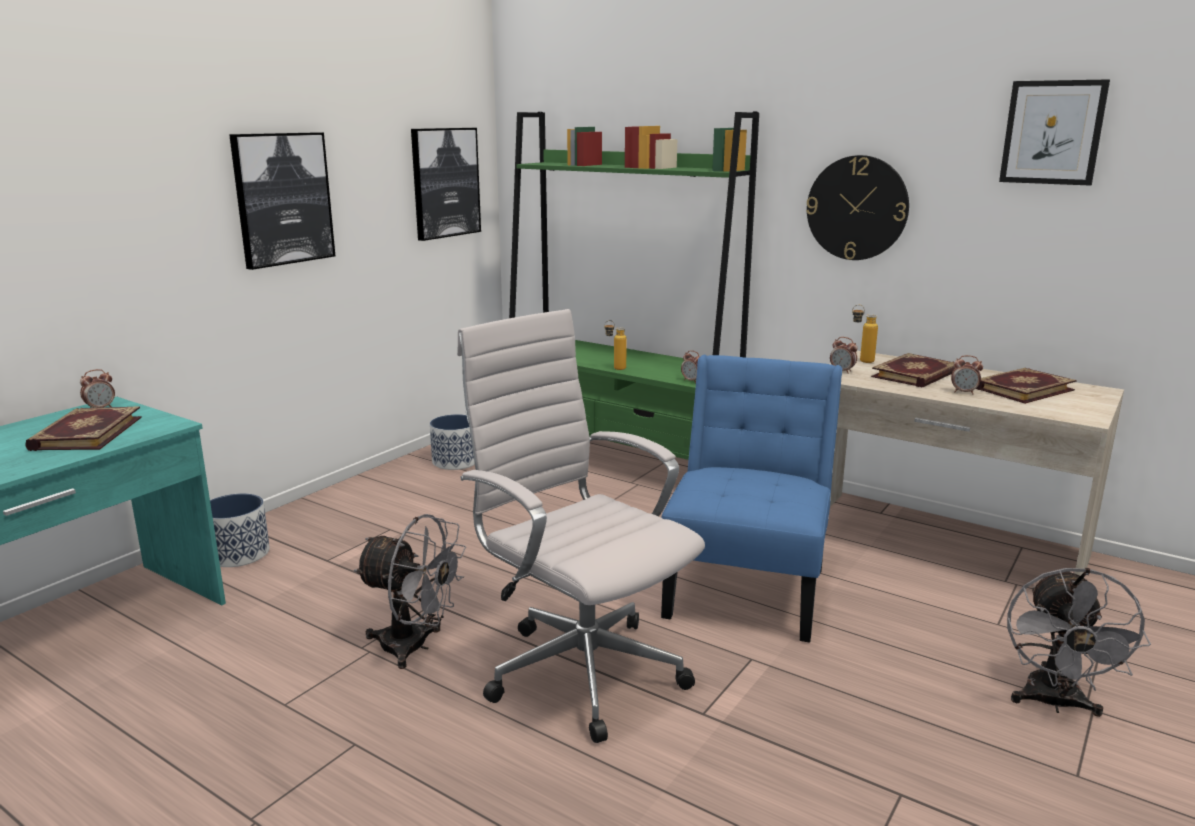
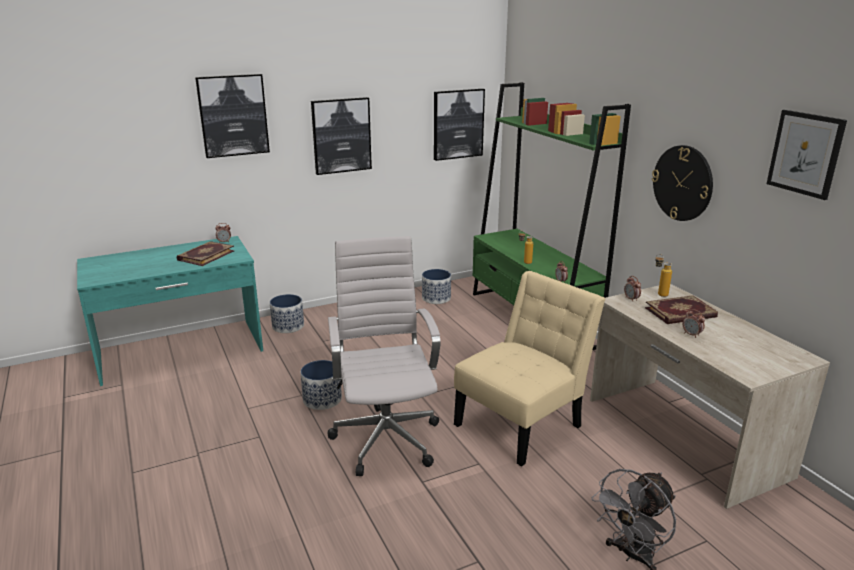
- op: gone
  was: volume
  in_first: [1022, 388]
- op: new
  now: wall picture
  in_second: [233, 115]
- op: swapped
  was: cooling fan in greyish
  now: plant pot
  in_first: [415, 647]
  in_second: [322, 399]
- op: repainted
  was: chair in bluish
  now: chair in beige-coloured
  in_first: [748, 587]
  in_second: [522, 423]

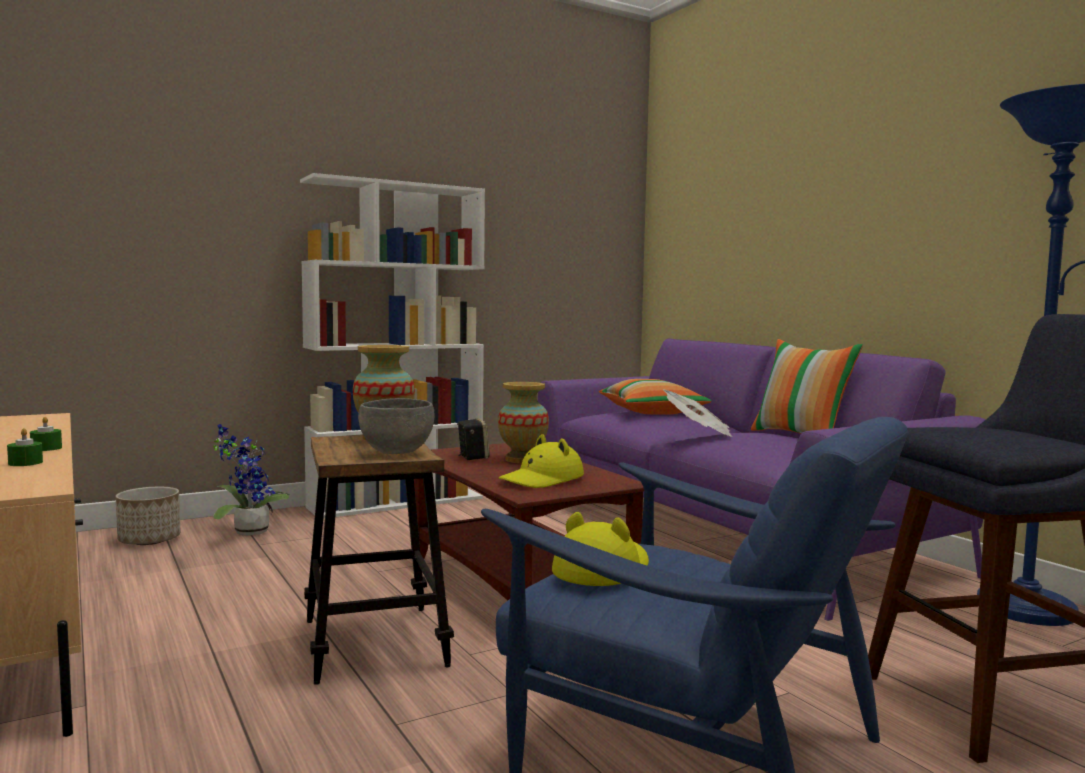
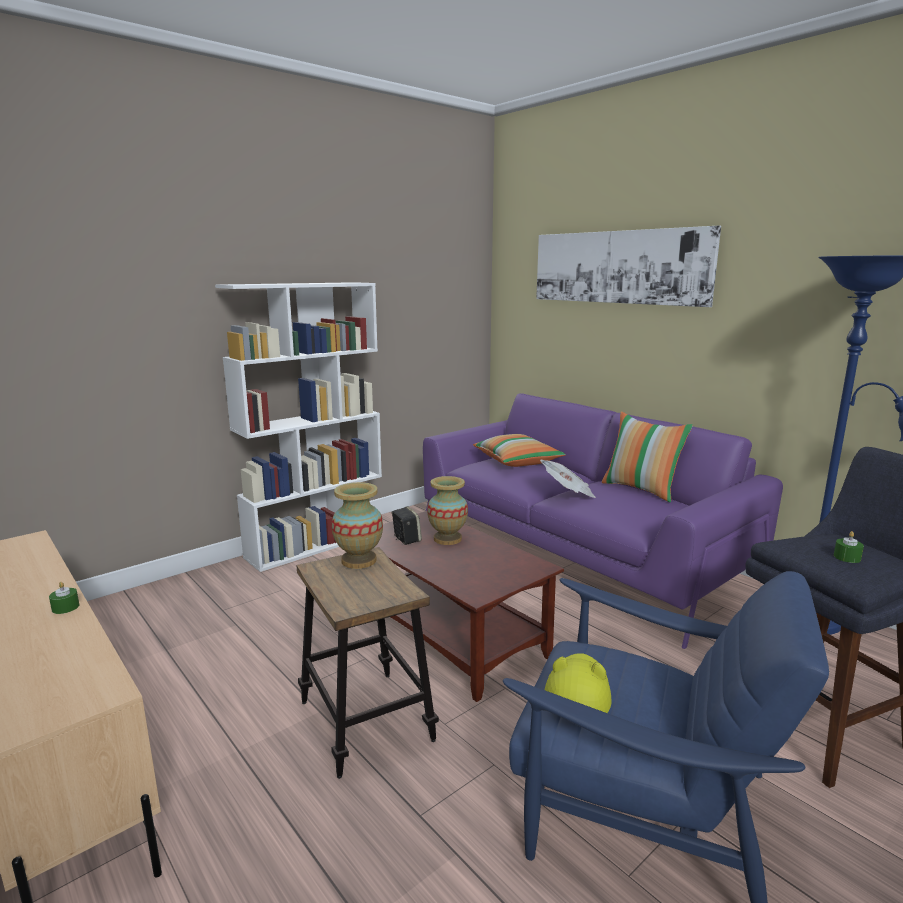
- op: gone
  was: plant pot
  in_first: [149, 540]
- op: gone
  was: potted plant
  in_first: [247, 531]
- op: gone
  was: serving bowl in greyish
  in_first: [396, 452]
- op: gone
  was: wearable hat in yellow-coloured
  in_first: [542, 480]
- op: new
  now: wall picture
  in_second: [618, 267]
- op: shifted
  was: candle in green-coloured
  in_first: [25, 463]
  in_second: [847, 557]

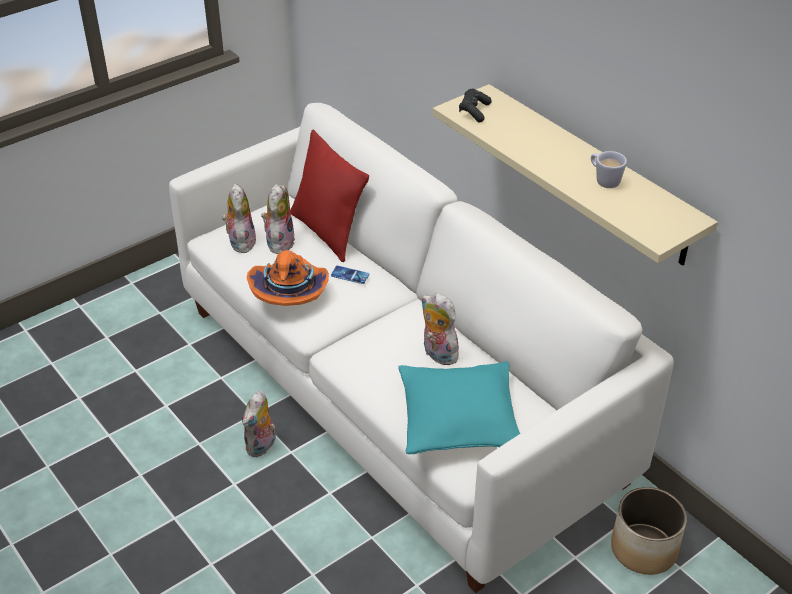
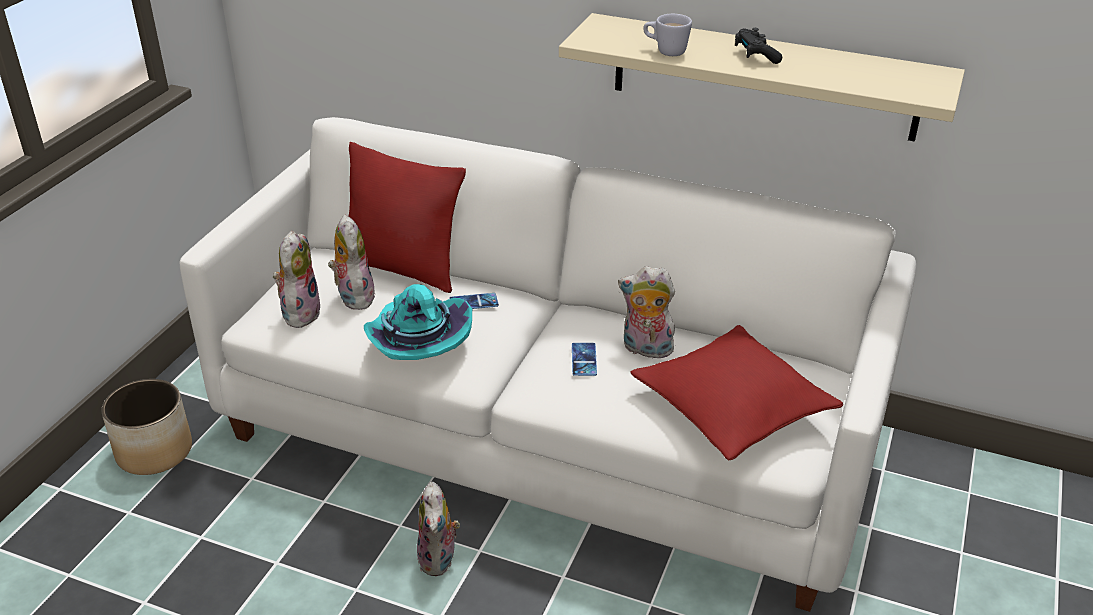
- op: new
  now: handset
  in_second: [584, 359]
- op: shifted
  was: game controller in blackish
  in_first: [474, 111]
  in_second: [755, 56]
- op: shifted
  was: mug in whitish
  in_first: [604, 180]
  in_second: [665, 51]
- op: shifted
  was: plant pot
  in_first: [644, 548]
  in_second: [154, 451]
- op: repainted
  was: wearable hat in orangey
  now: wearable hat in blue-green
  in_first: [290, 290]
  in_second: [416, 341]
- op: repainted
  was: cushion in blue-green
  now: cushion in reddish
  in_first: [458, 419]
  in_second: [732, 406]
- op: rotated
  was: cuddly toy
  in_first: [240, 242]
  in_second: [300, 312]
  clockwise: 45

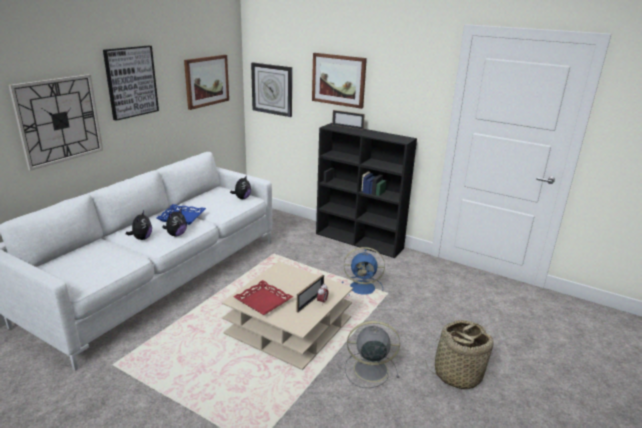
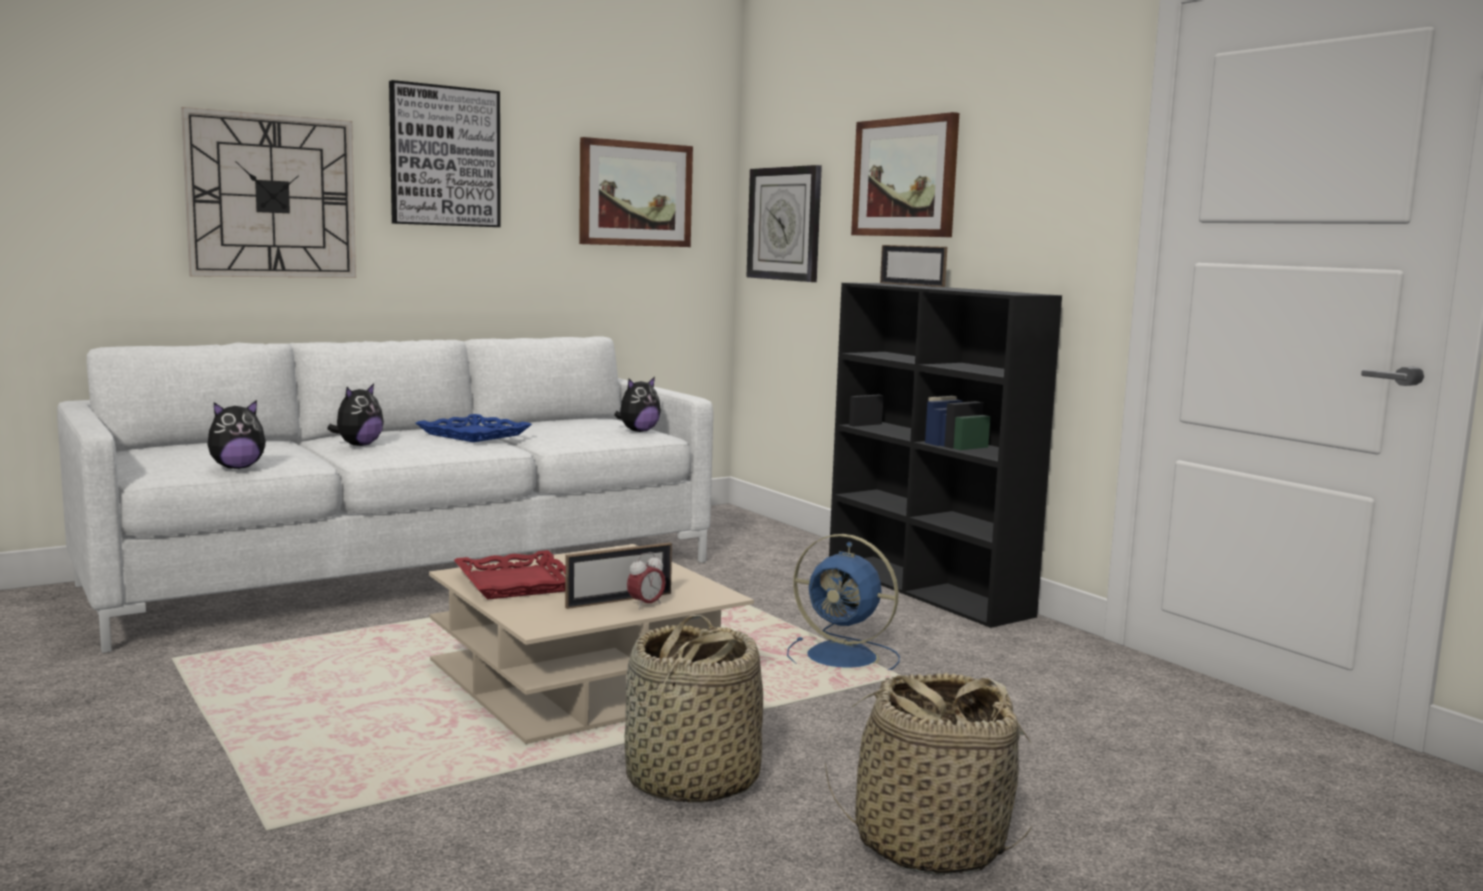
- op: shifted
  was: cuddly toy
  in_first: [176, 235]
  in_second: [237, 468]
- op: swapped
  was: cooling fan in greyish
  now: household basket
  in_first: [369, 369]
  in_second: [690, 781]

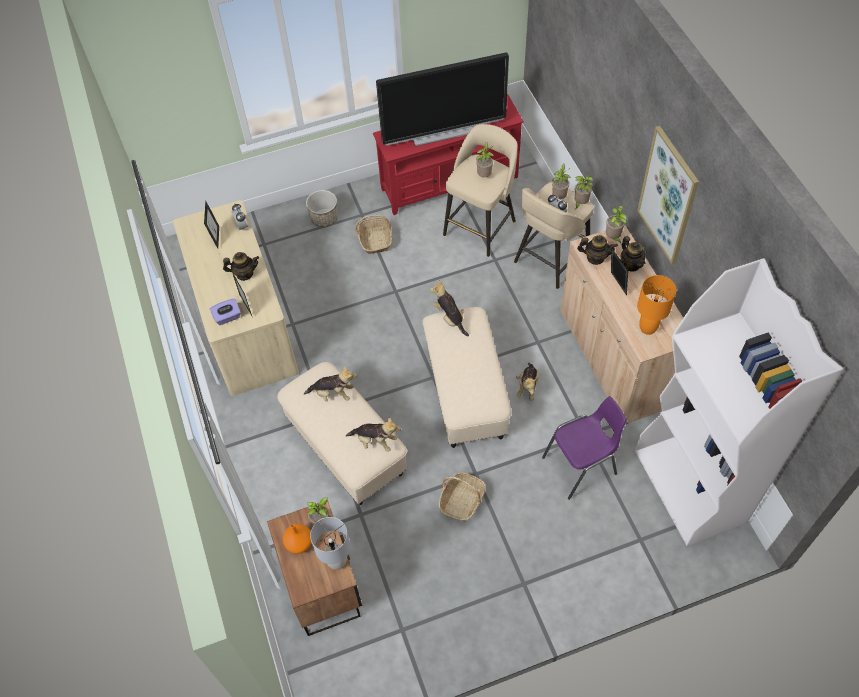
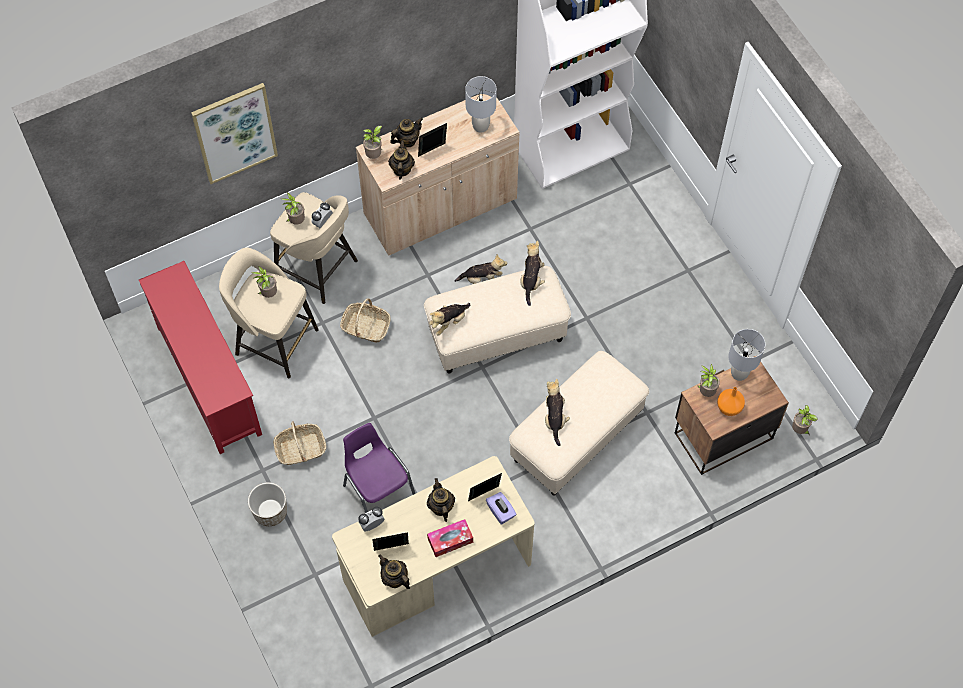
- op: gone
  was: TV
  in_first: [443, 132]
- op: new
  now: tea pot
  in_second: [394, 579]
- op: new
  now: tissue holder
  in_second: [450, 540]
- op: shifted
  was: cuddly toy
  in_first: [375, 441]
  in_second: [531, 280]
- op: shifted
  was: household basket
  in_first: [462, 500]
  in_second: [365, 327]
- op: shifted
  was: chair in purple-coloured
  in_first: [581, 466]
  in_second: [379, 493]
- op: shifted
  was: potted plant
  in_first: [580, 203]
  in_second: [800, 430]
- op: shifted
  was: wall picture
  in_first: [668, 196]
  in_second: [234, 132]
- op: repainted
  was: lamp for a table in orangey
  now: lamp for a table in greyish
  in_first: [647, 328]
  in_second: [481, 126]

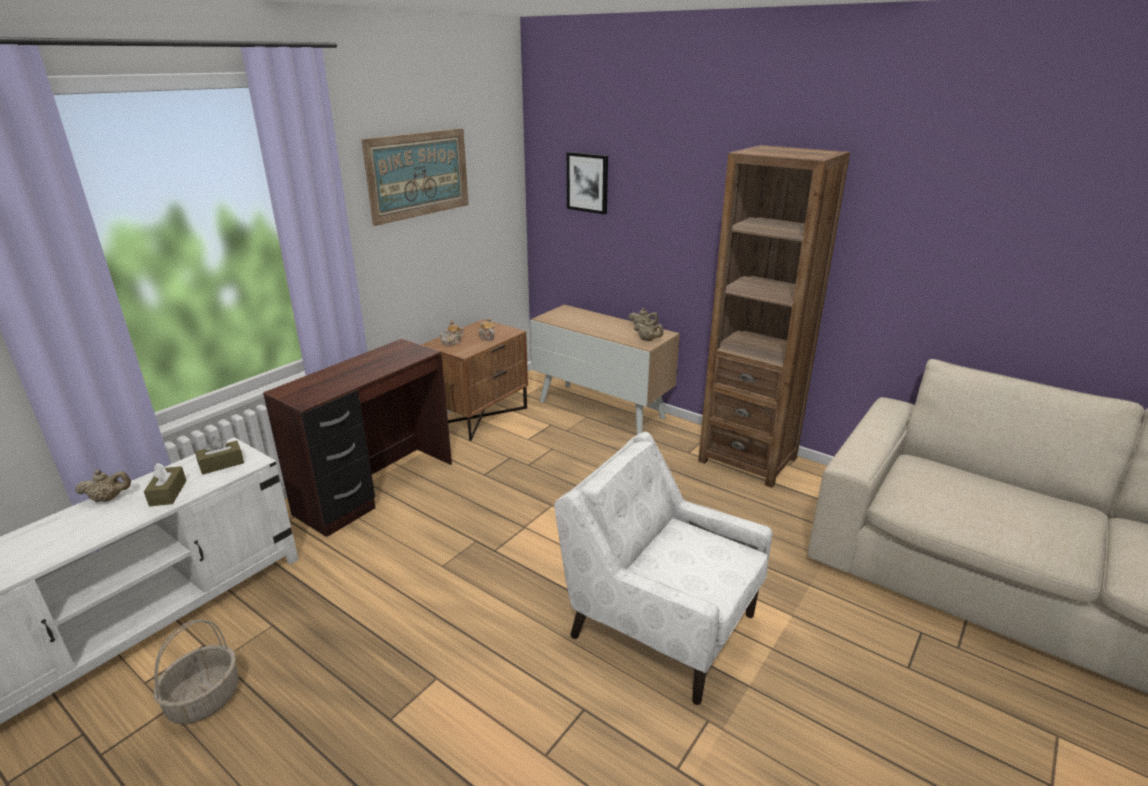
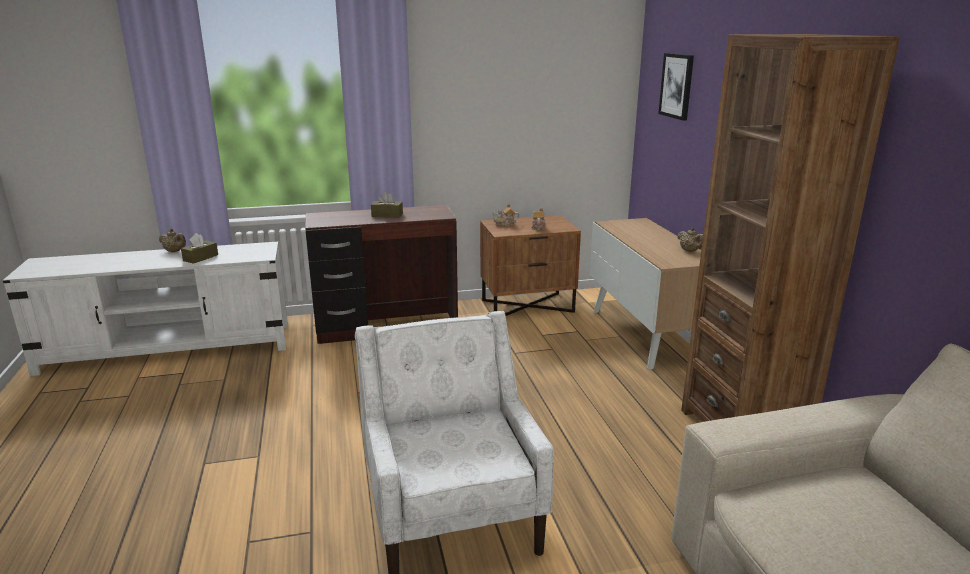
- op: gone
  was: household basket
  in_first: [205, 698]
- op: gone
  was: wall picture
  in_first: [418, 174]
- op: gone
  was: tea pot in beige-coloured
  in_first: [648, 340]
- op: shifted
  was: tissue holder in brownish
  in_first: [221, 464]
  in_second: [387, 215]

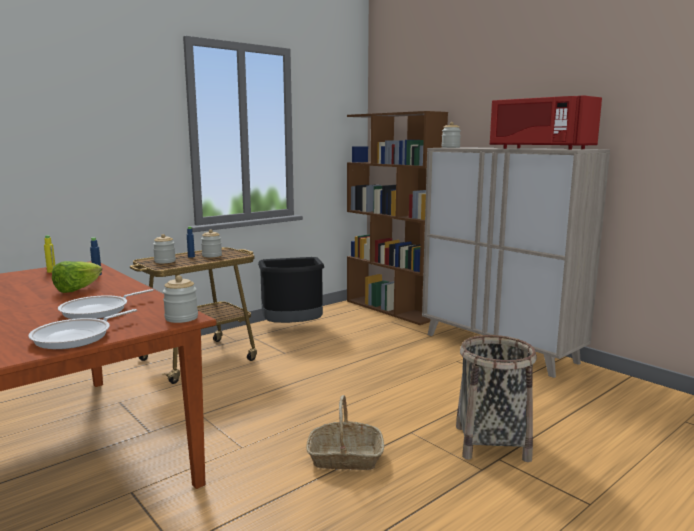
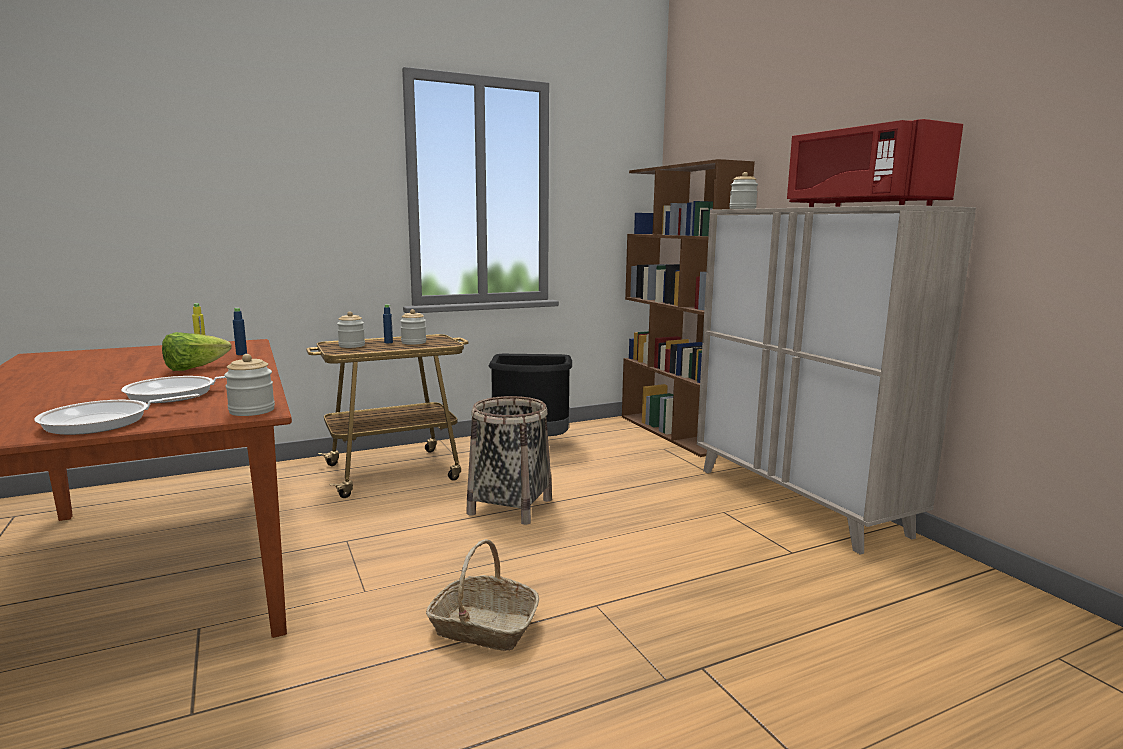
- op: shifted
  was: household basket
  in_first: [492, 443]
  in_second: [510, 506]

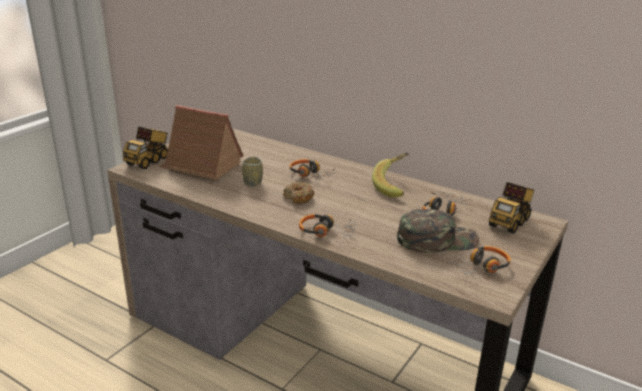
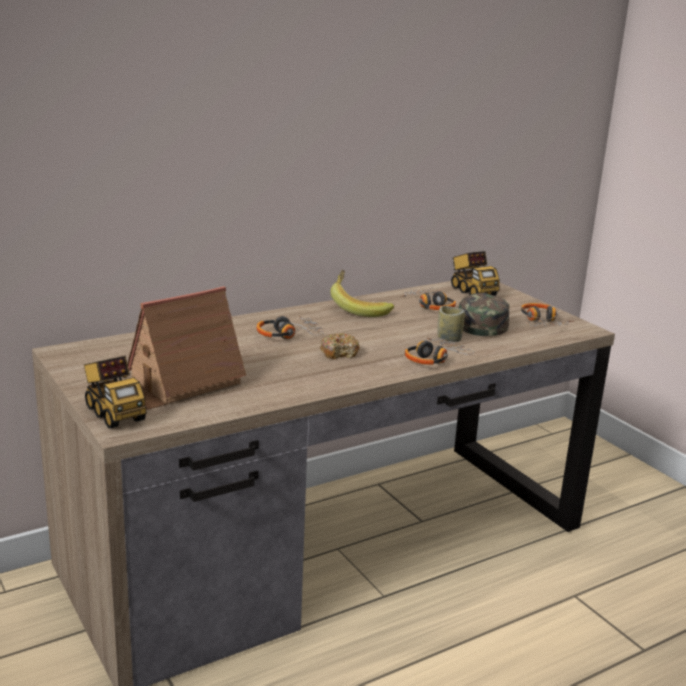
- op: shifted
  was: drinking cup
  in_first: [252, 183]
  in_second: [449, 338]

